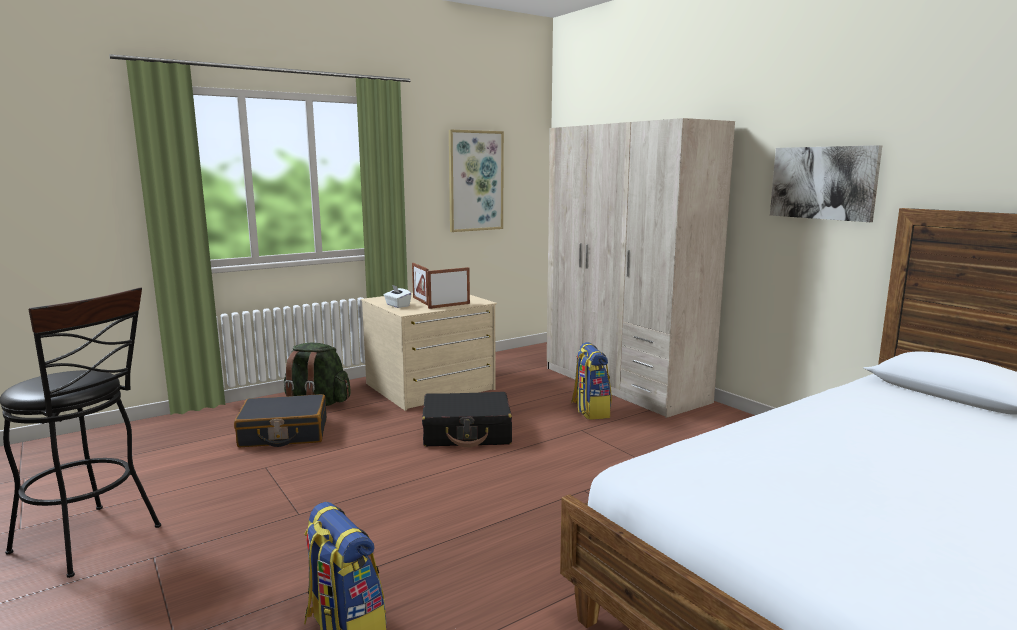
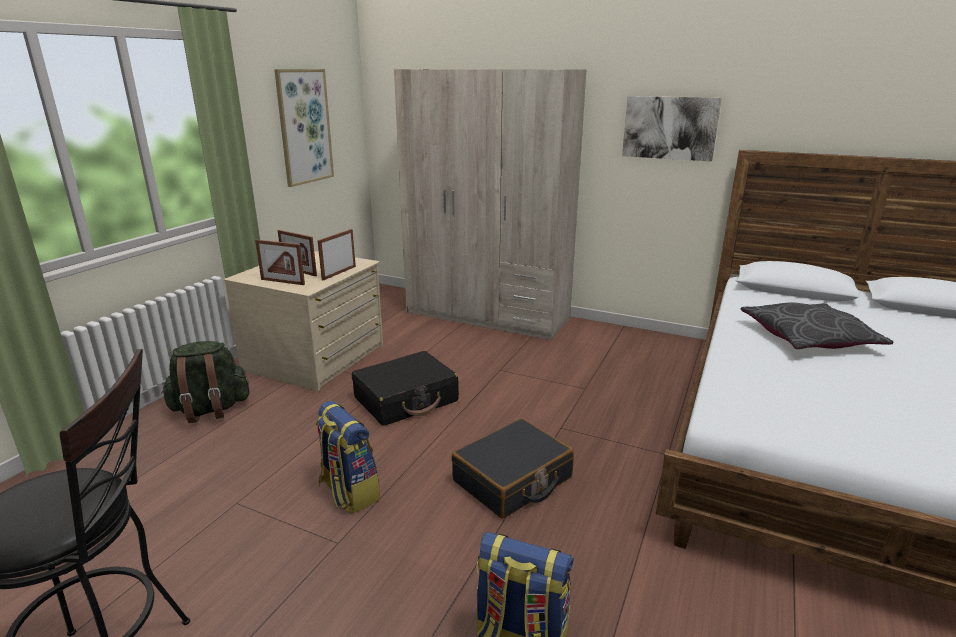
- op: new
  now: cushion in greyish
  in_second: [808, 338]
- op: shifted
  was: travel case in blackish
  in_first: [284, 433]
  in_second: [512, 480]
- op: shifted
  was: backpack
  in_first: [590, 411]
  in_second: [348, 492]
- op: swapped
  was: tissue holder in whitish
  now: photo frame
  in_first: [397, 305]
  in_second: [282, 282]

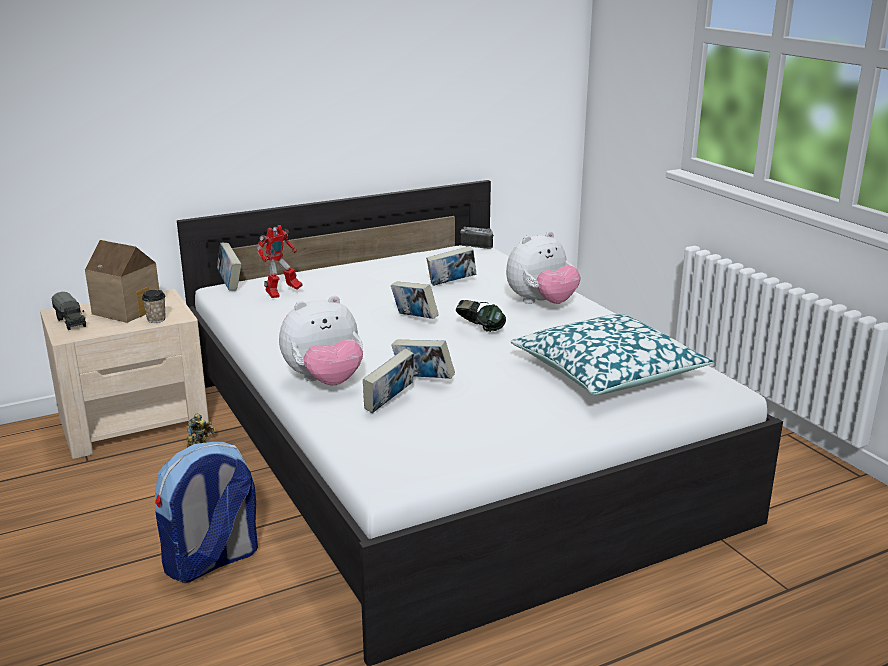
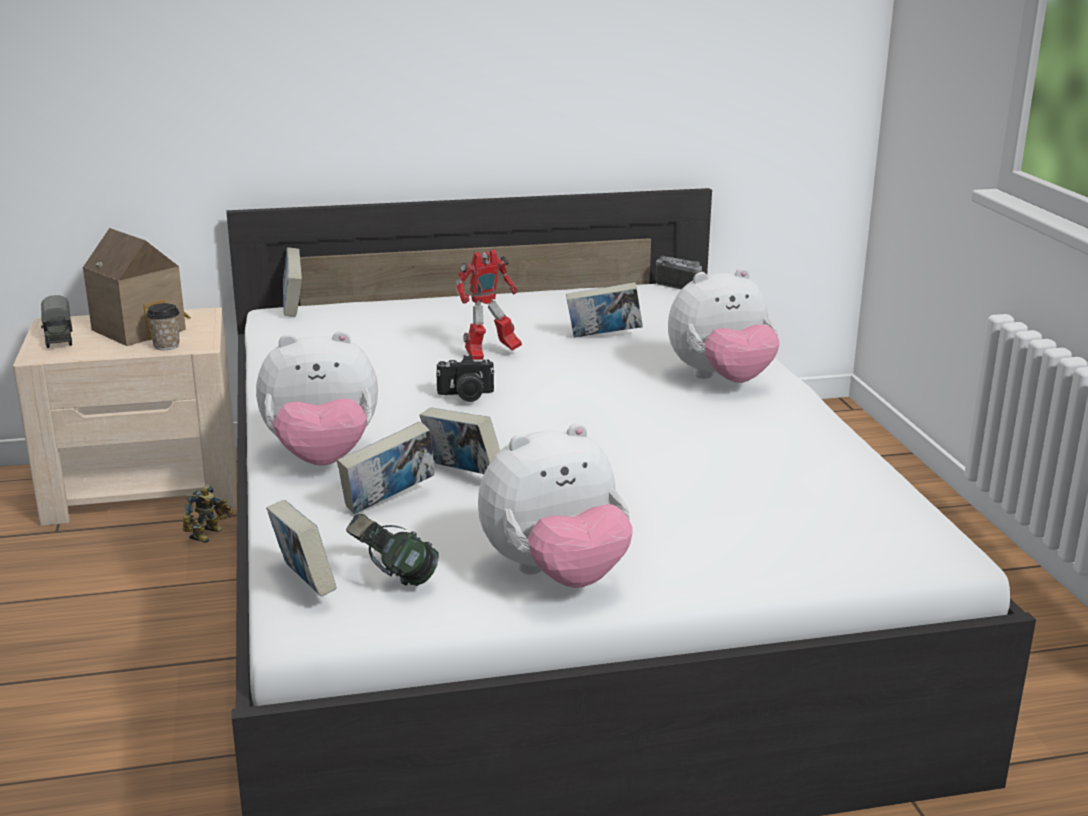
- op: gone
  was: backpack
  in_first: [212, 561]
- op: gone
  was: cushion
  in_first: [607, 372]
- op: new
  now: photo camera
  in_second: [466, 396]
- op: new
  now: cuddly toy
  in_second: [556, 575]
- op: shifted
  was: model robot
  in_first: [281, 293]
  in_second: [489, 354]
- op: shifted
  was: volume
  in_first: [414, 319]
  in_second: [304, 585]
- op: shifted
  was: headset
  in_first: [480, 330]
  in_second: [392, 578]

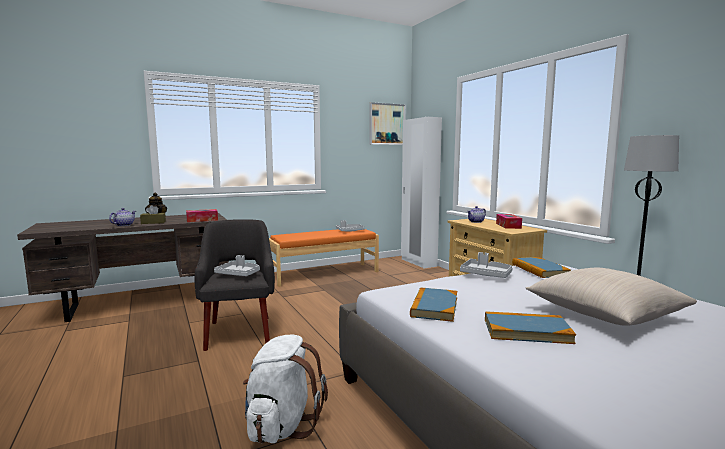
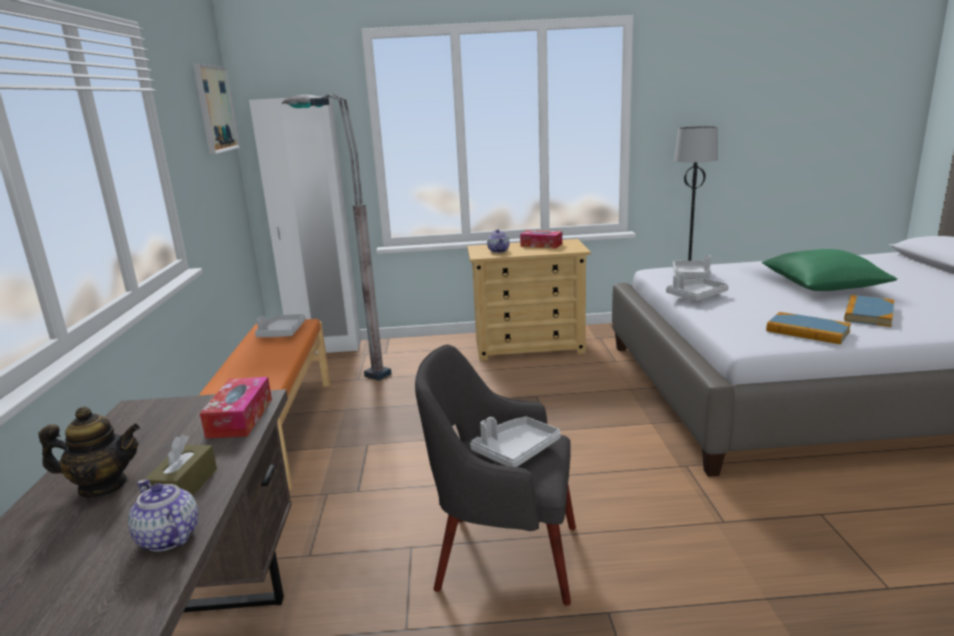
- op: gone
  was: backpack in whitish
  in_first: [282, 425]
- op: new
  now: standard lamp in greyish
  in_second: [350, 367]
- op: swapped
  was: volume
  now: serving tray in greyish
  in_first: [539, 270]
  in_second: [691, 276]
- op: repainted
  was: cushion in beige-coloured
  now: cushion in green-coloured
  in_first: [605, 314]
  in_second: [823, 286]

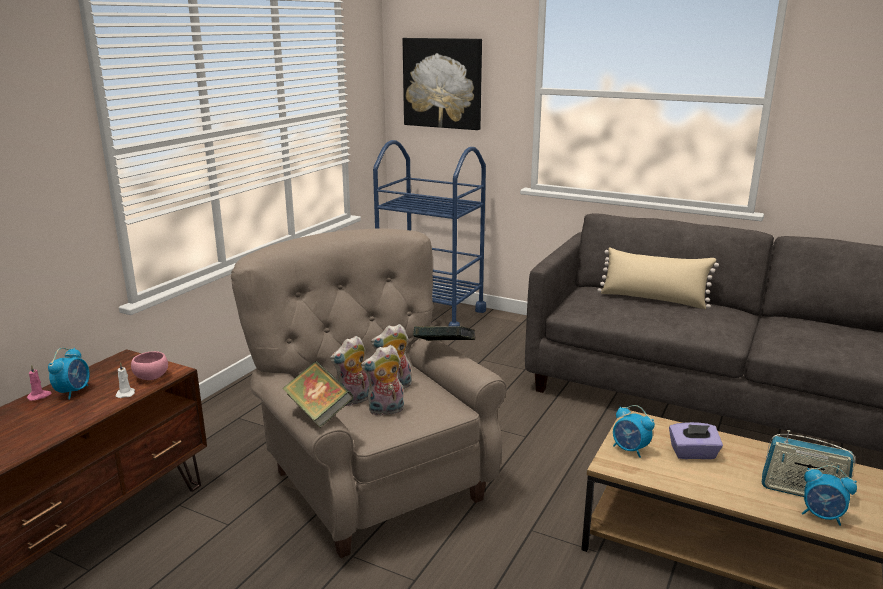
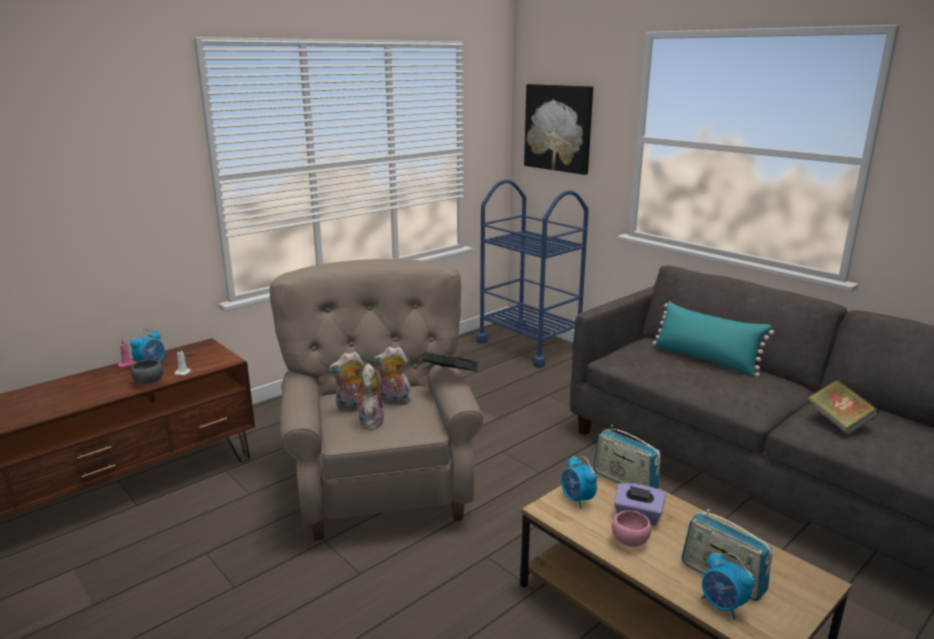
- op: new
  now: serving bowl in greyish
  in_second: [148, 382]
- op: new
  now: radio receiver
  in_second: [625, 481]
- op: shifted
  was: serving bowl in pinkish
  in_first: [151, 378]
  in_second: [630, 541]
- op: shifted
  was: volume
  in_first: [318, 412]
  in_second: [838, 421]
- op: repainted
  was: cushion in beige-coloured
  now: cushion in blue-green
  in_first: [653, 299]
  in_second: [705, 359]
- op: rotated
  was: cuddly toy
  in_first: [385, 411]
  in_second: [369, 421]
  clockwise: 90

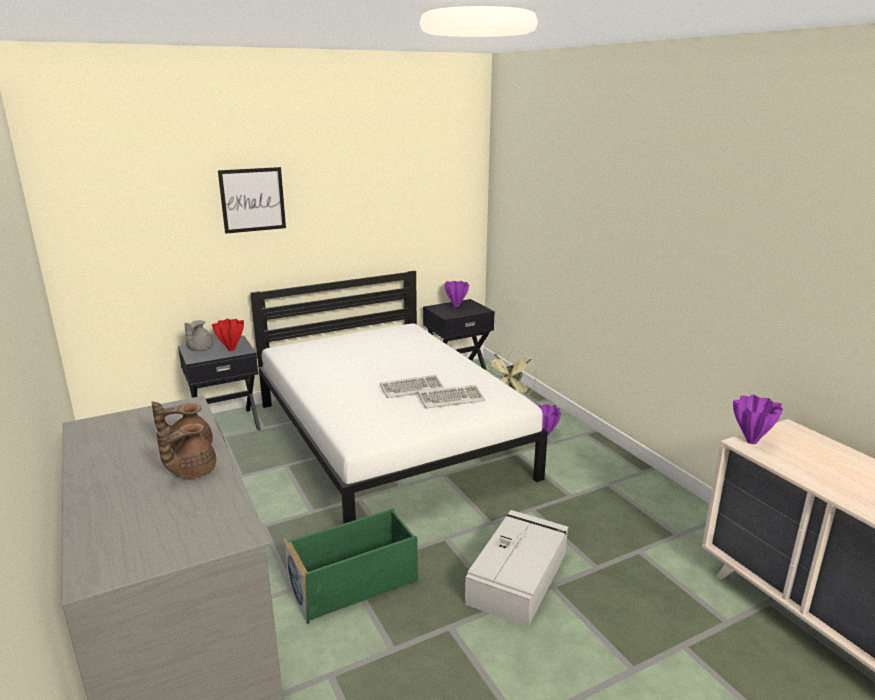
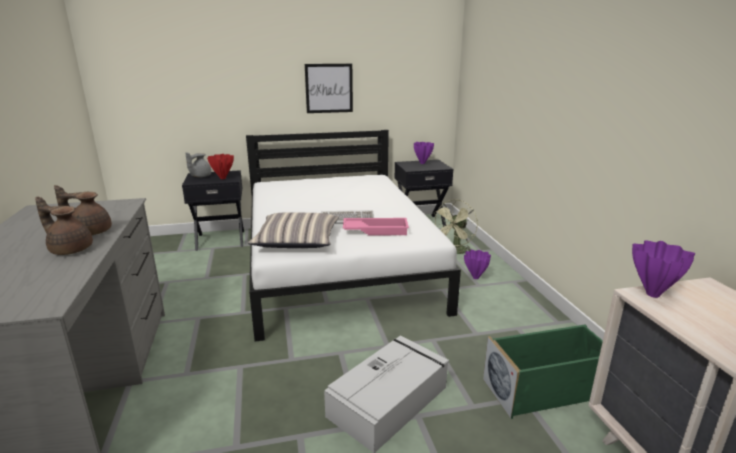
- op: new
  now: cushion
  in_second: [297, 240]
- op: shifted
  was: wall picture
  in_first: [252, 200]
  in_second: [329, 88]
- op: shifted
  was: storage box in green-coloured
  in_first: [354, 583]
  in_second: [546, 388]
- op: swapped
  was: computer keyboard
  now: serving tray in pinkish
  in_first: [451, 399]
  in_second: [376, 230]
- op: rotated
  was: tea pot in brownish
  in_first: [192, 472]
  in_second: [70, 249]
  clockwise: 60

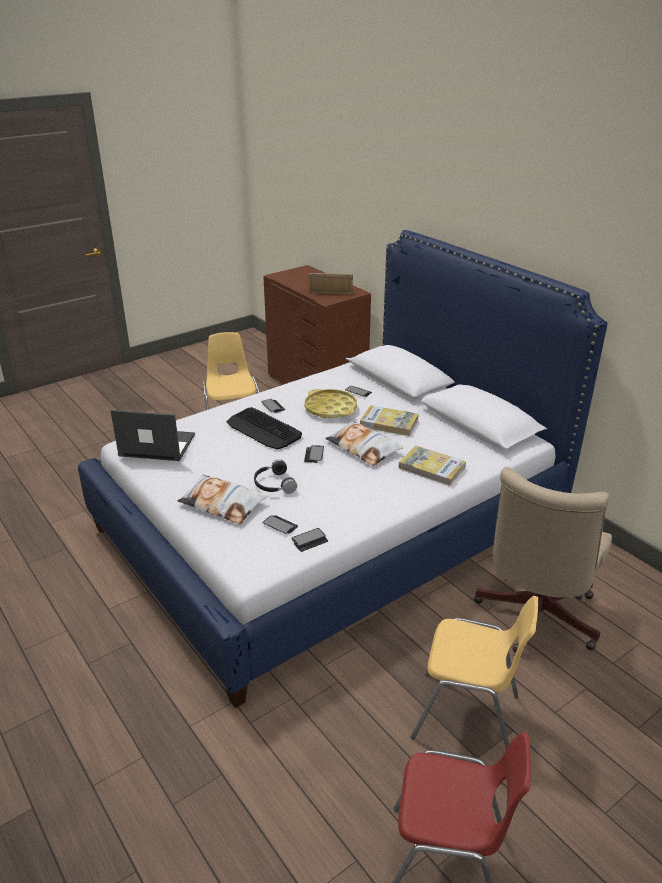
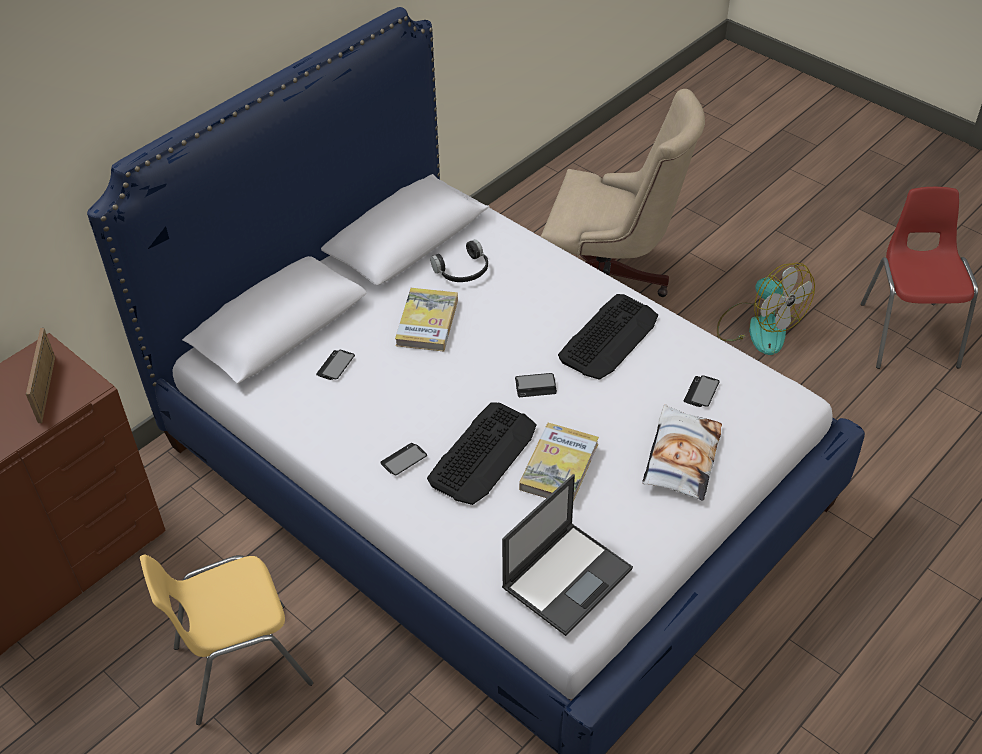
- op: gone
  was: handset
  in_first: [309, 540]
- op: gone
  was: serving tray in yellow-coloured
  in_first: [330, 408]
- op: gone
  was: cushion
  in_first: [363, 448]
- op: new
  now: computer keyboard
  in_second: [609, 337]
- op: shifted
  was: headset in blackish
  in_first: [273, 484]
  in_second: [463, 271]
- op: shifted
  was: volume
  in_first: [431, 468]
  in_second: [559, 466]
- op: swapped
  was: chair in yellow-coloured
  now: cooling fan
  in_first: [467, 716]
  in_second: [758, 327]
- op: rotated
  was: portable computer
  in_first: [156, 445]
  in_second: [567, 577]
  clockwise: -135

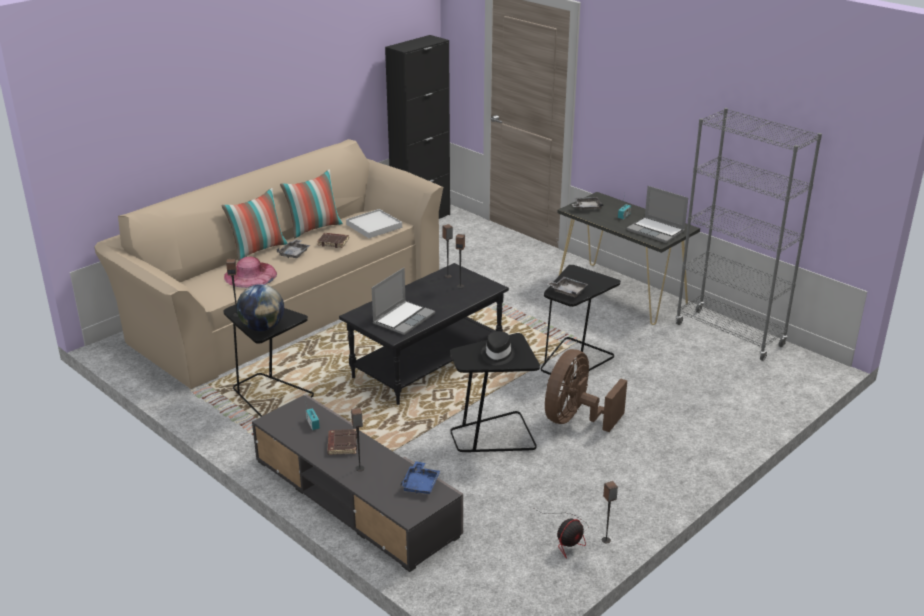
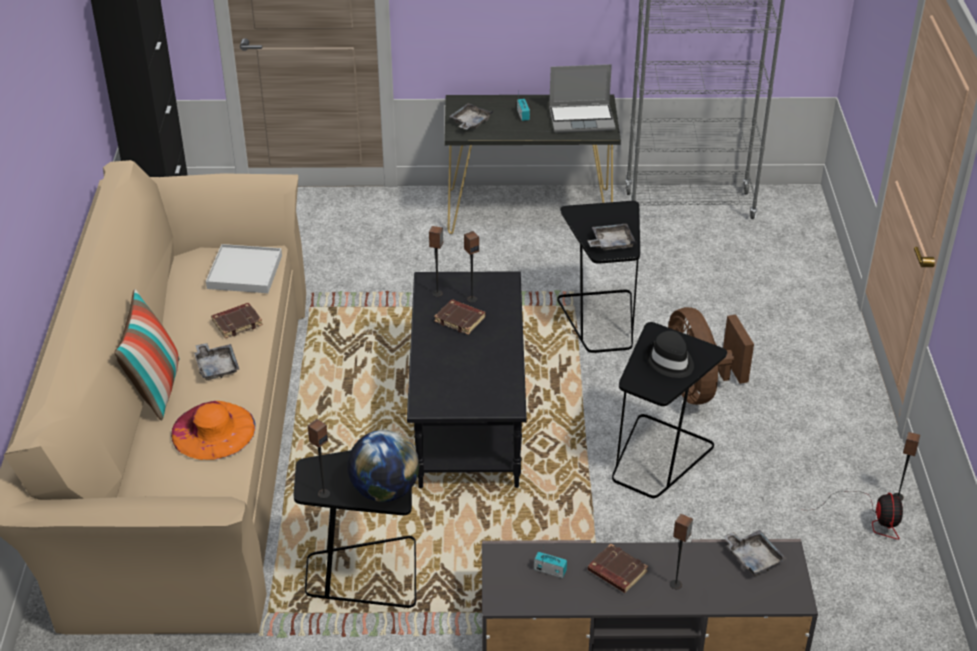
- op: gone
  was: cushion
  in_first: [314, 228]
- op: gone
  was: portable computer
  in_first: [403, 318]
- op: new
  now: volume in brownish
  in_second: [461, 319]
- op: repainted
  was: wearable hat in pinkish
  now: wearable hat in orangey
  in_first: [250, 275]
  in_second: [213, 430]
- op: repainted
  was: serving tray in bluish
  now: serving tray in greyish
  in_first: [420, 484]
  in_second: [753, 557]

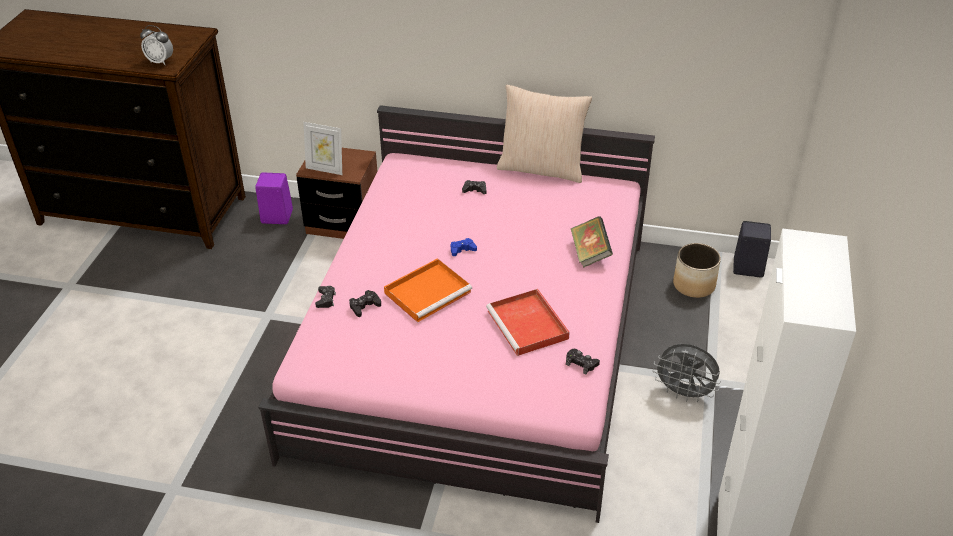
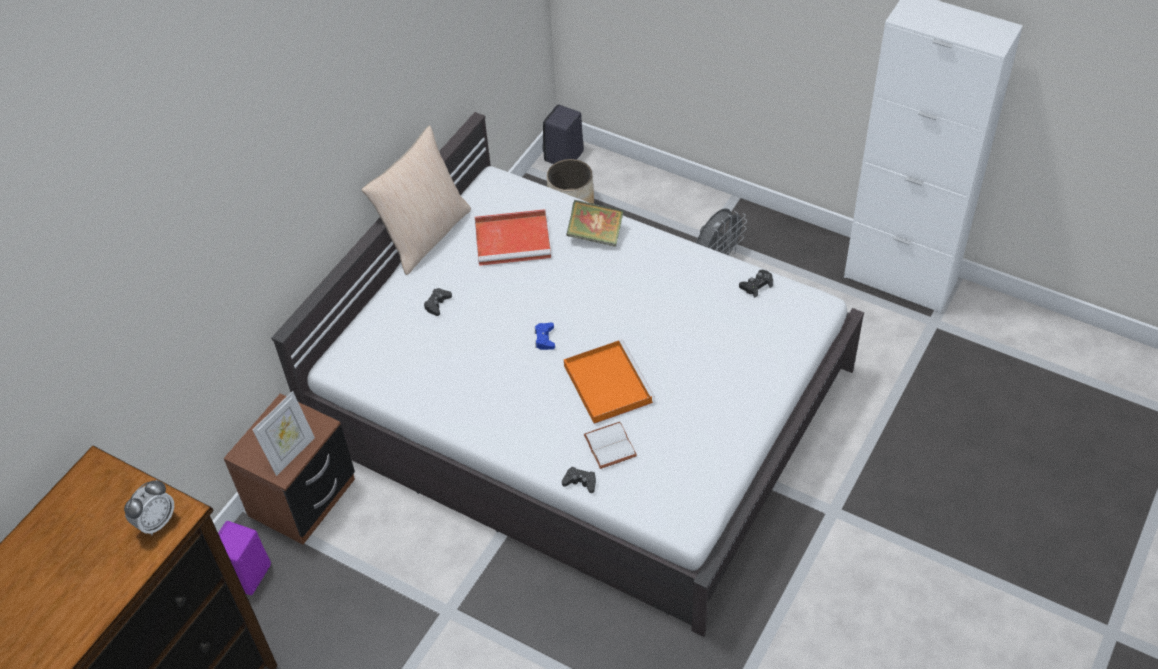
- op: shifted
  was: serving tray in reddish
  in_first: [528, 325]
  in_second: [514, 240]
- op: swapped
  was: game controller in blackish
  now: volume in whitish
  in_first: [364, 306]
  in_second: [608, 446]
- op: repainted
  was: bed in pinkish
  now: bed in whitish
  in_first: [478, 342]
  in_second: [582, 406]

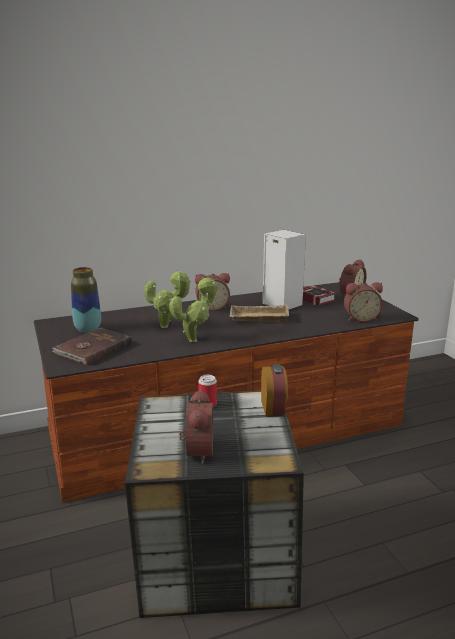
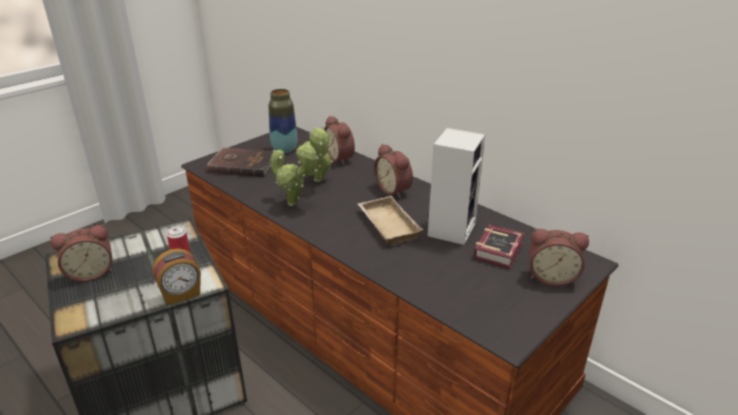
- op: shifted
  was: table clock
  in_first: [360, 318]
  in_second: [341, 158]

